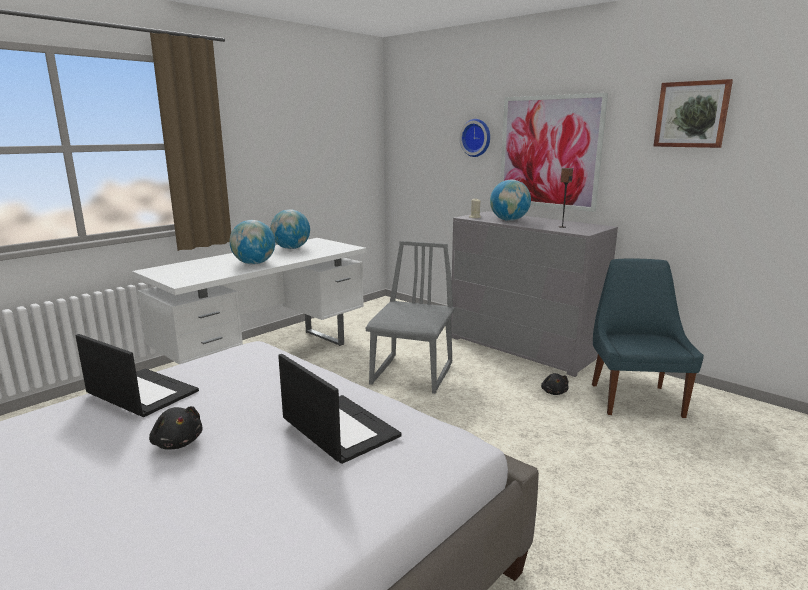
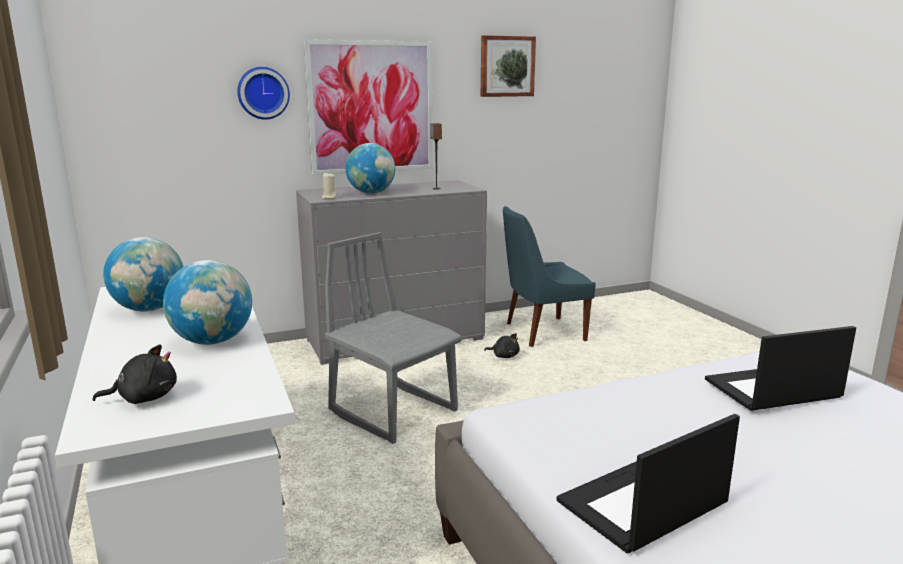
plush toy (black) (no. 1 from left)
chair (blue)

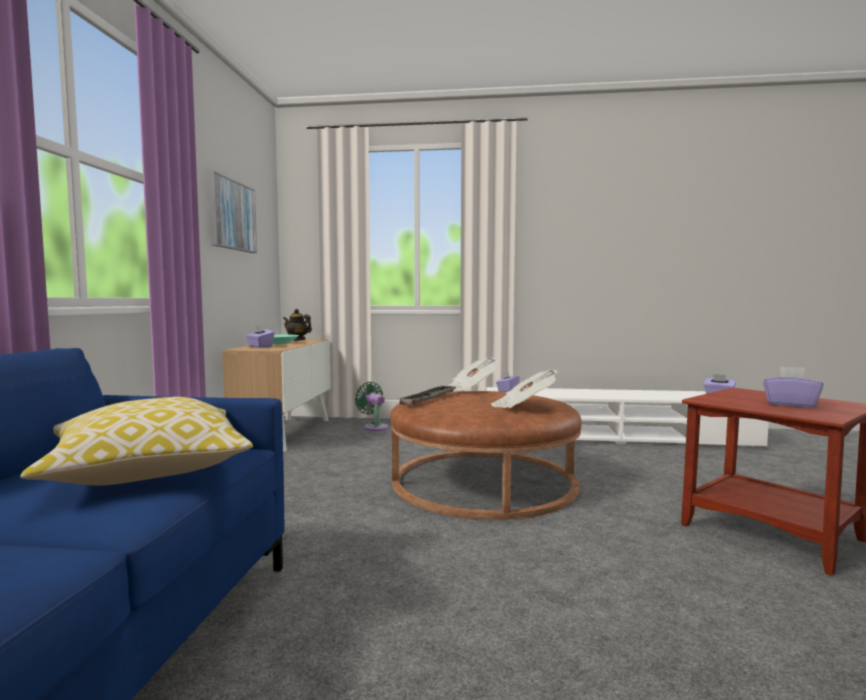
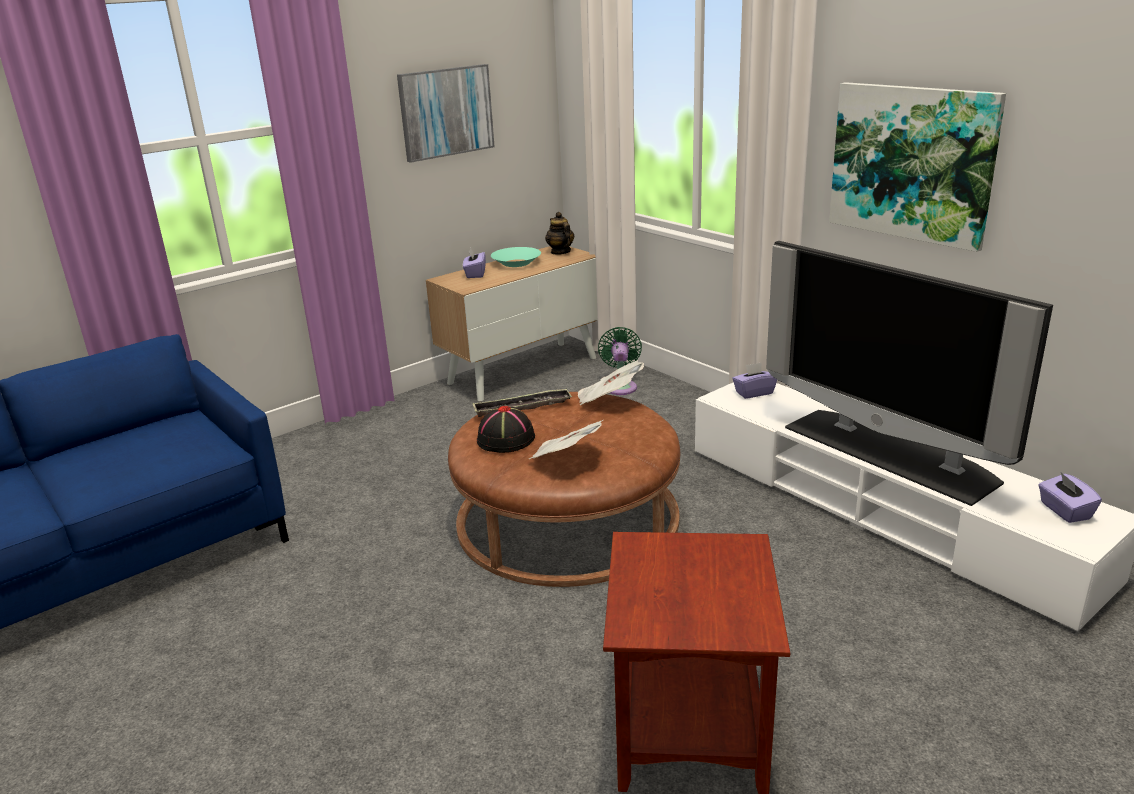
hat (black)
television
picture (no. 2 from left)
pillow
tissue box (purple) (no. 4 from left in the first image)

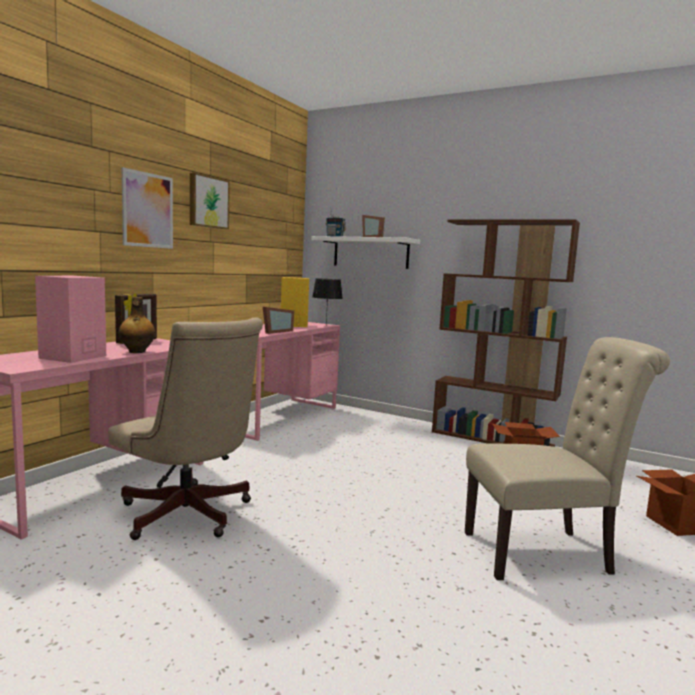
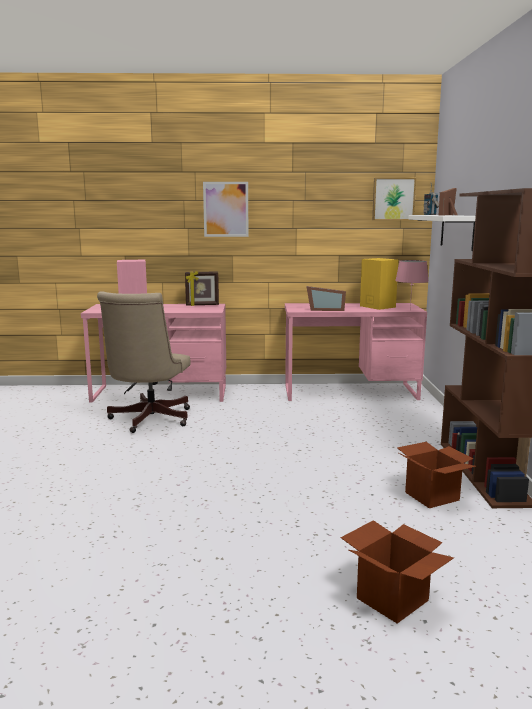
picture (no. 2 from left)
table lamp (pink)
bottle
chair (beige)

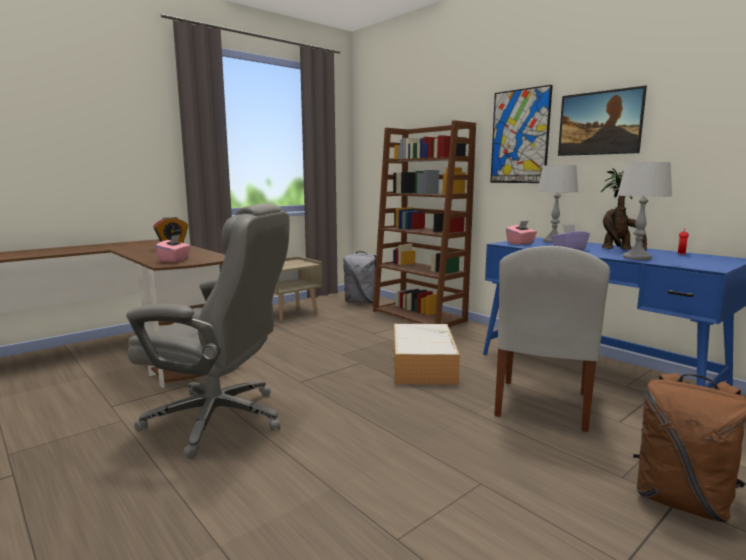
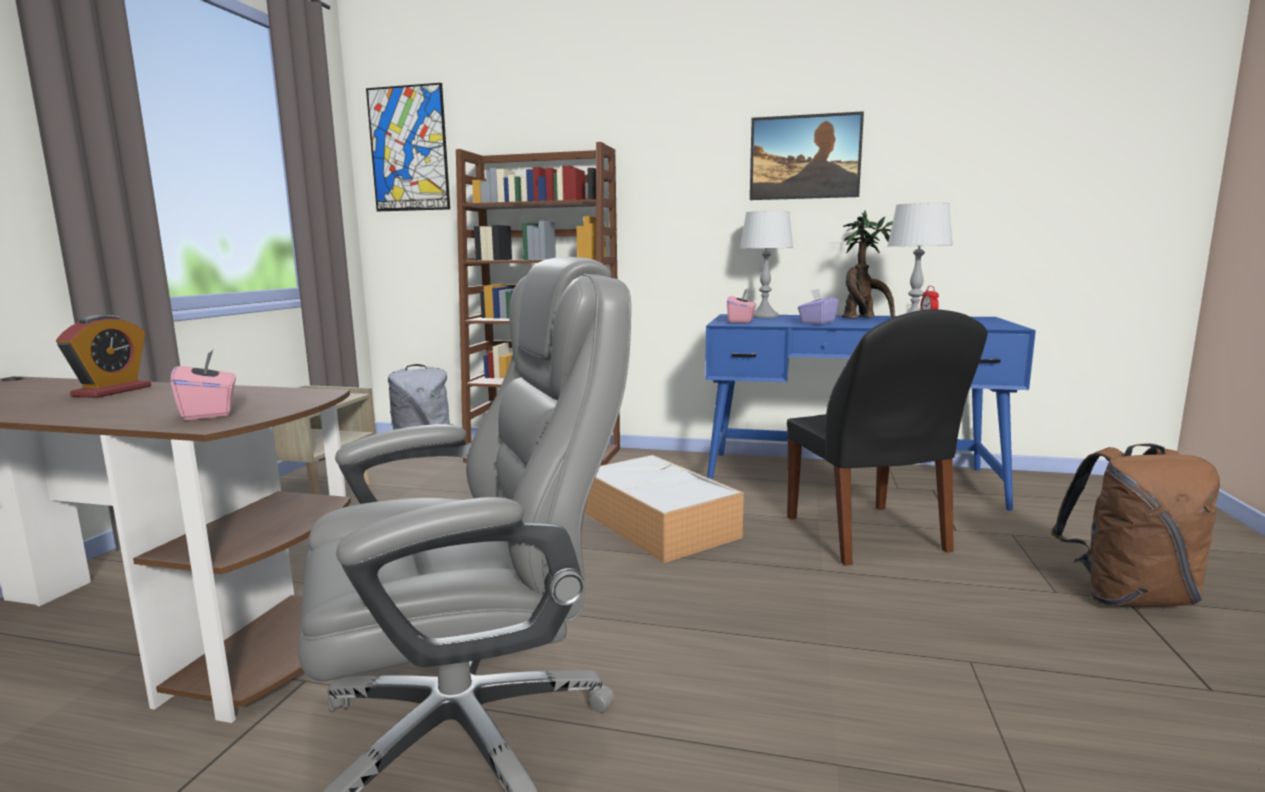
picture (no. 1 from left)
chair (black)

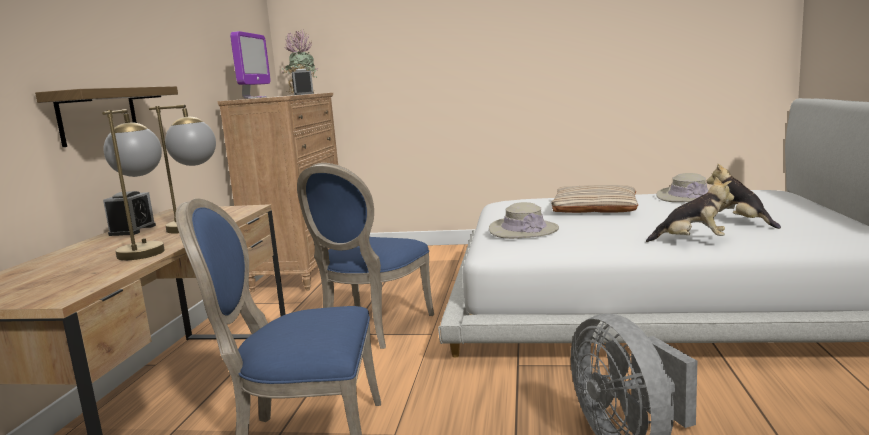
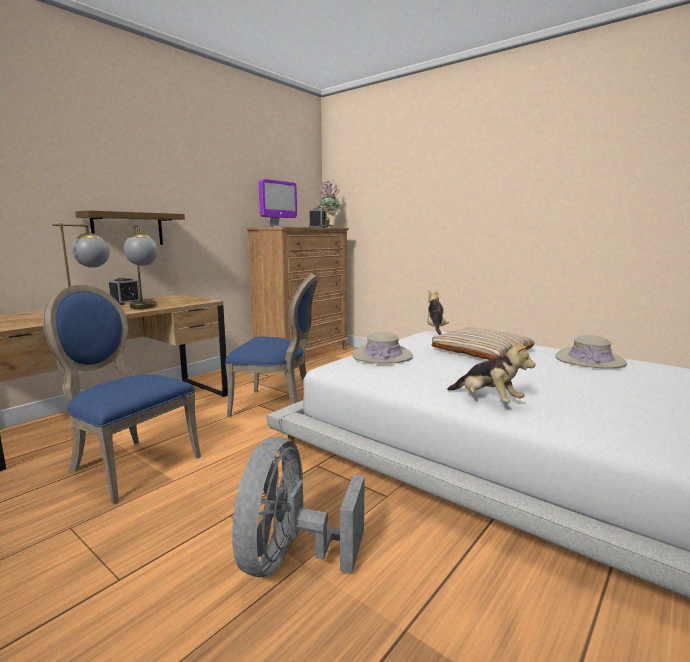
chair (blue) (no. 2 from left)
plush toy (no. 1 from left)

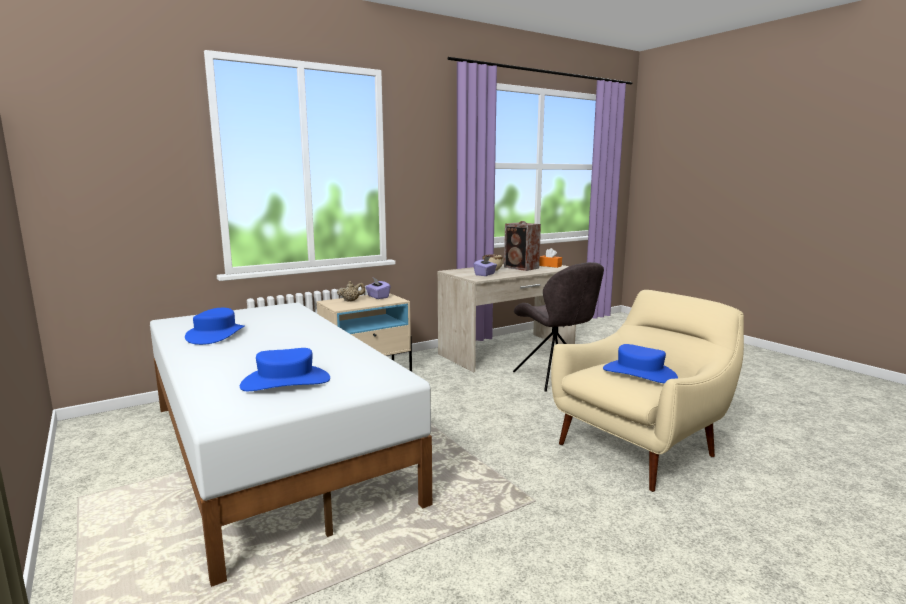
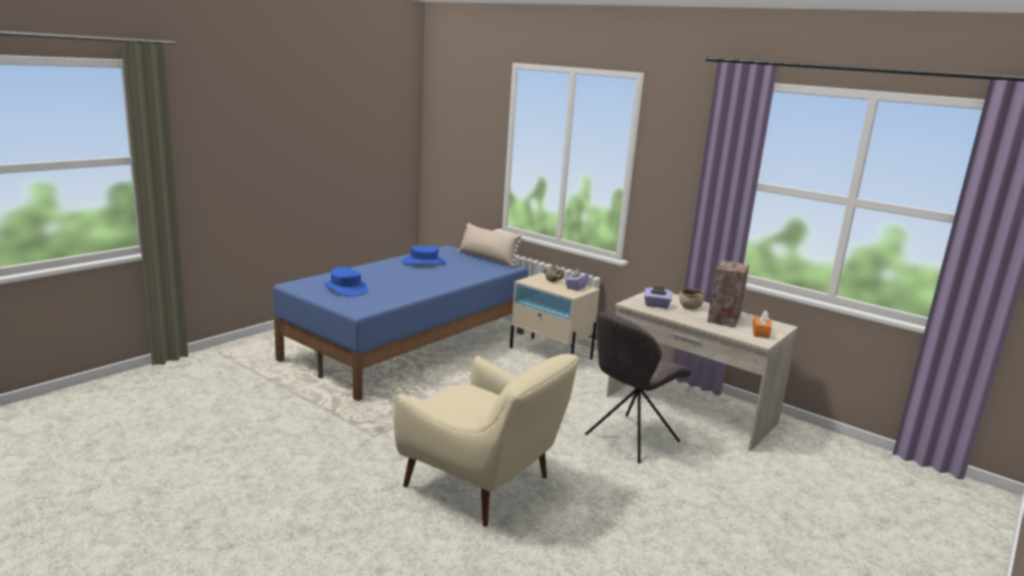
bed (blue)
pillow (beige)
hat (blue) (no. 3 from left in the first image)

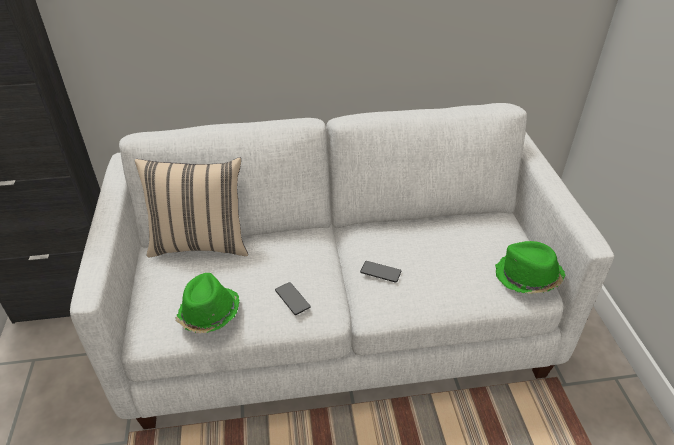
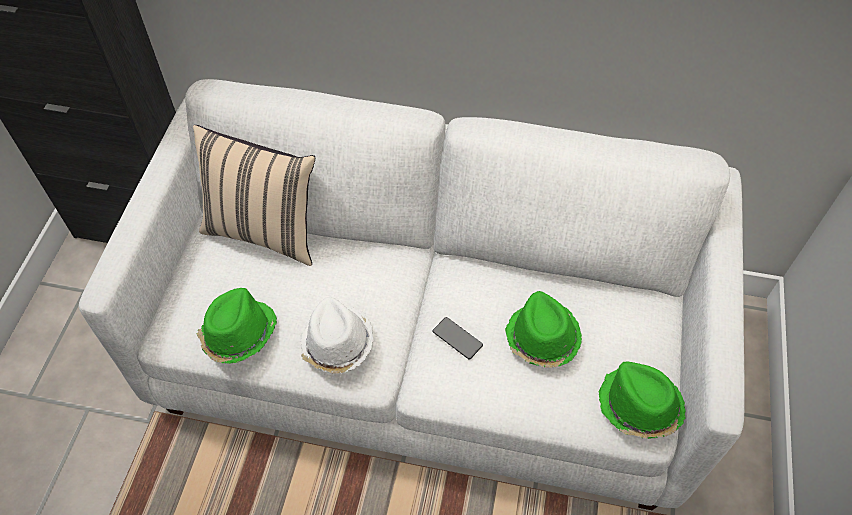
hat (white)
hat (green) (no. 2 from left)

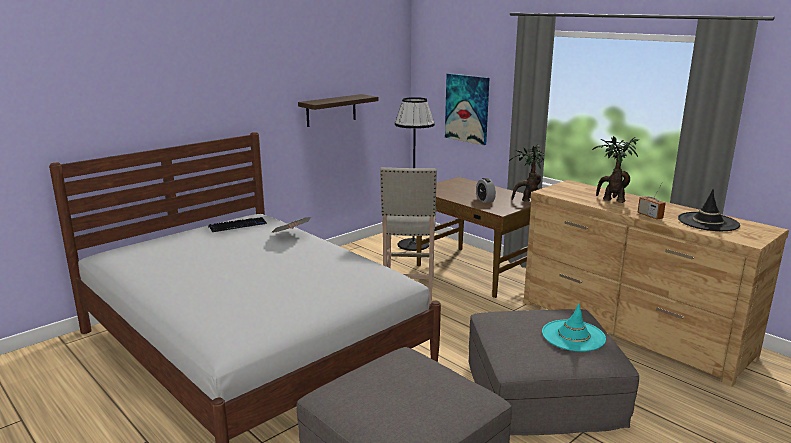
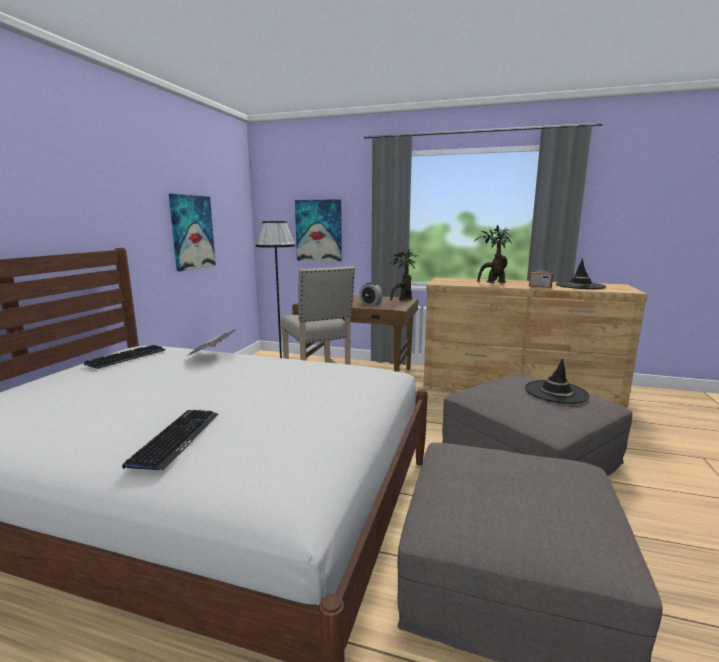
keyboard (no. 2 from left)
picture (no. 1 from left)
hat (black) (no. 1 from left)

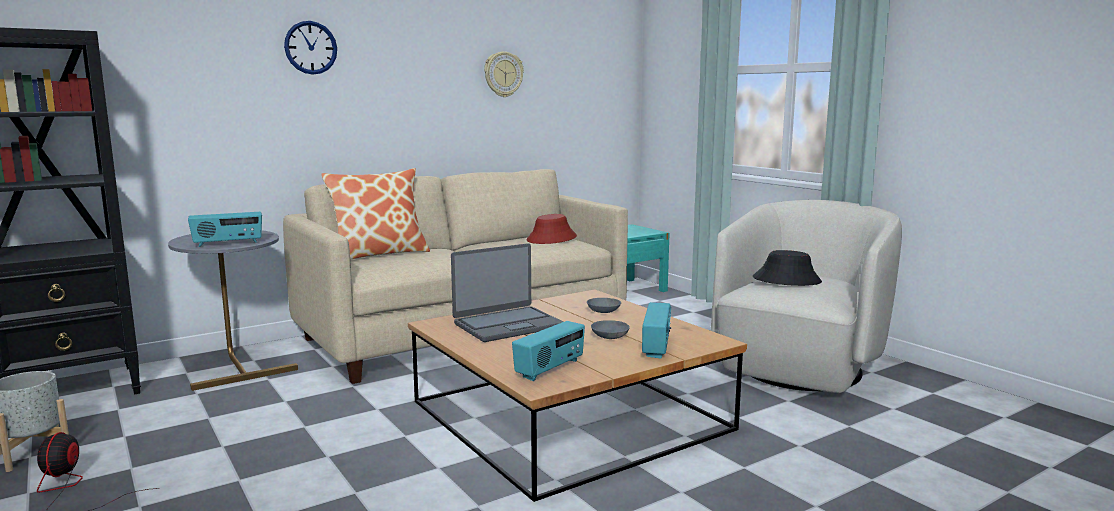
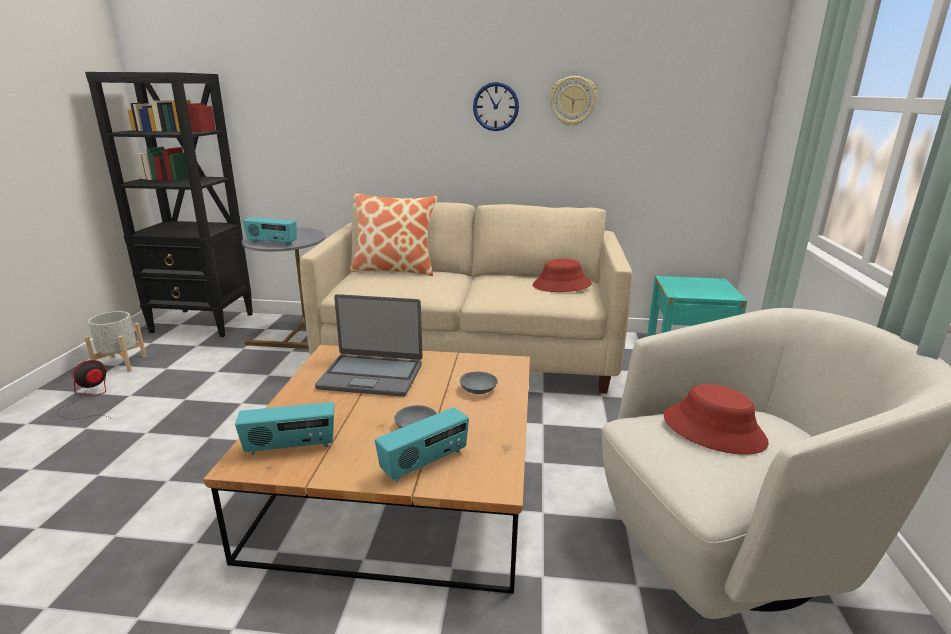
wall clock (no. 1 from left)
hat (red) (no. 2 from left)

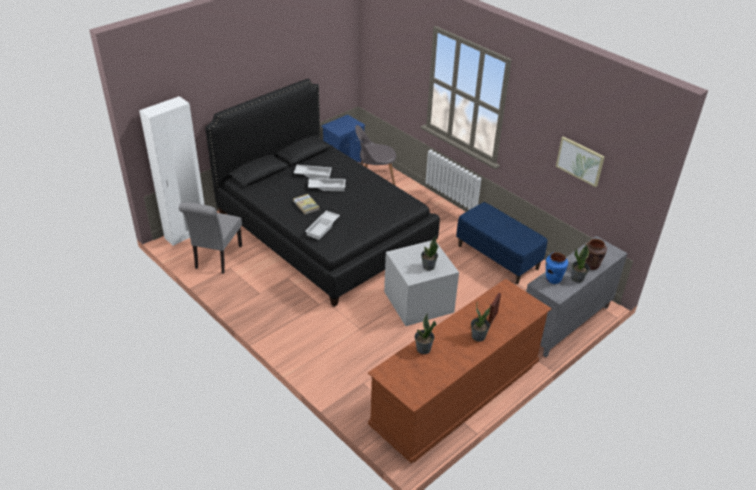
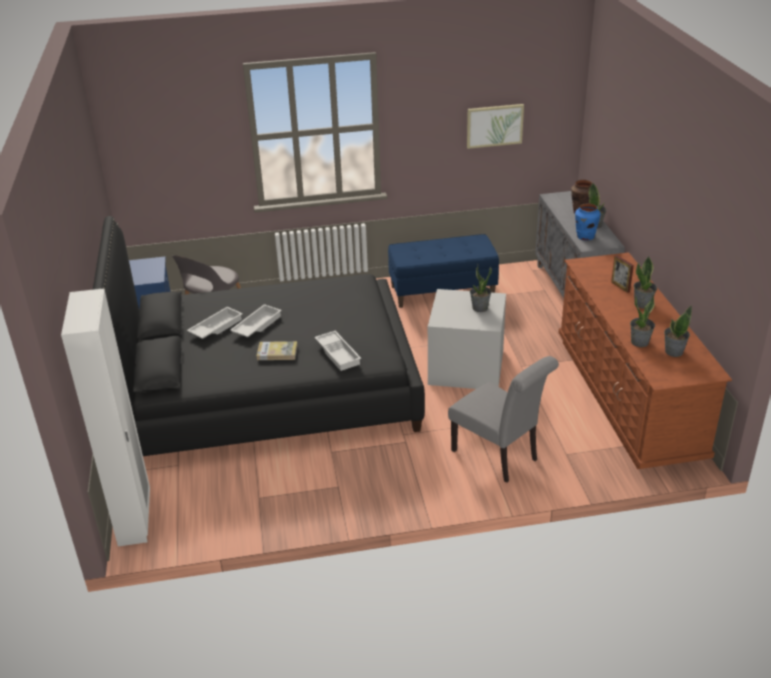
chair (grey) (no. 2 from left)
potted plant (no. 5 from left)

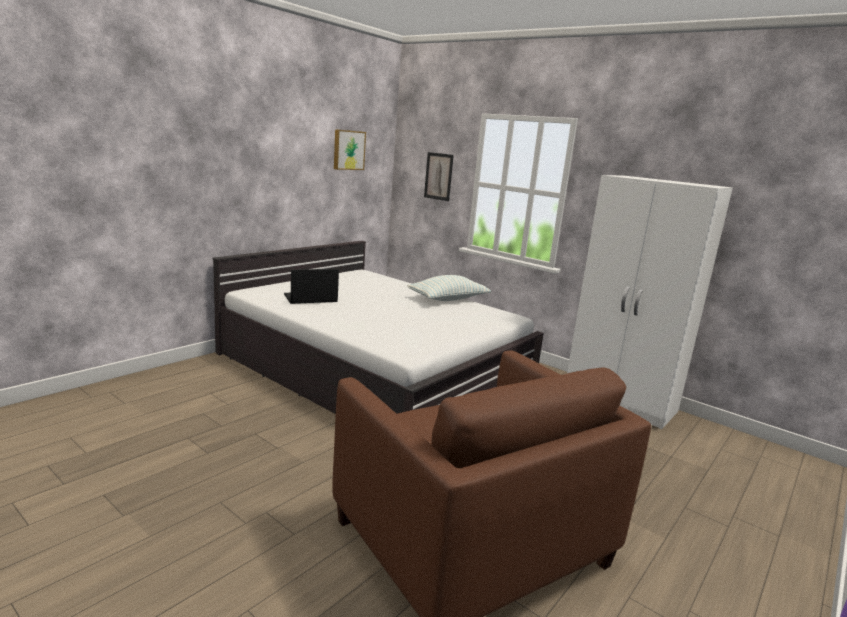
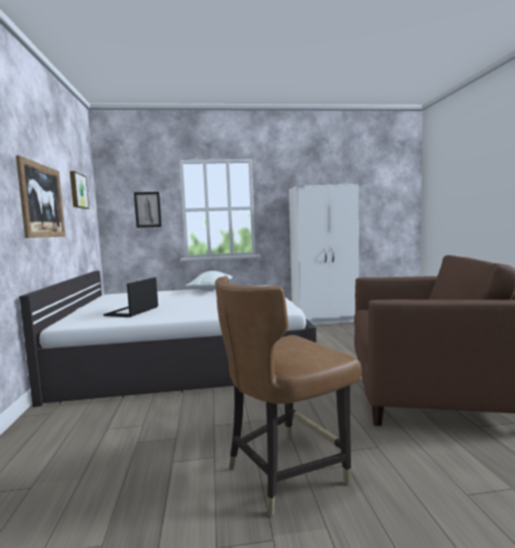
picture (no. 1 from left)
chair (brown)

